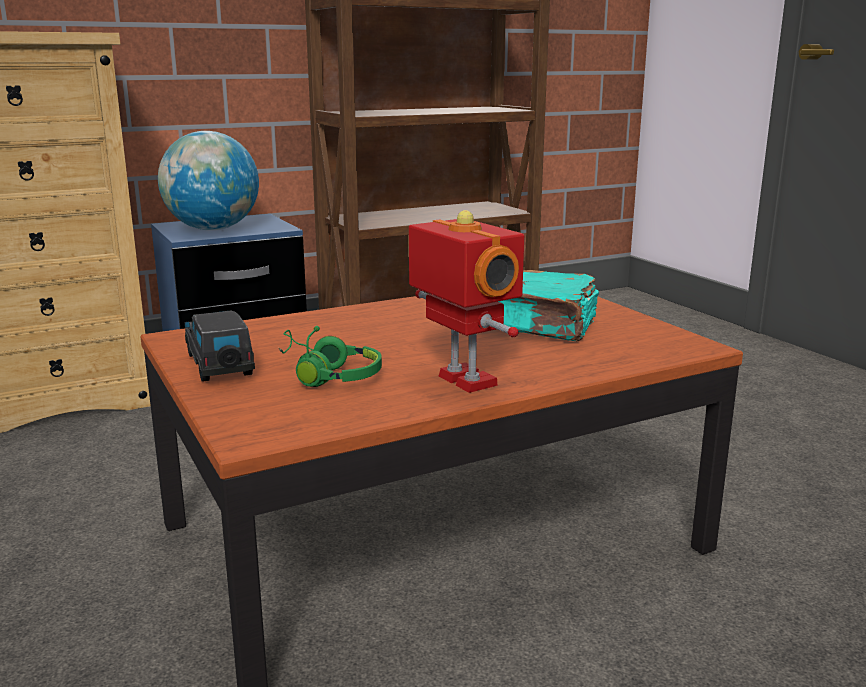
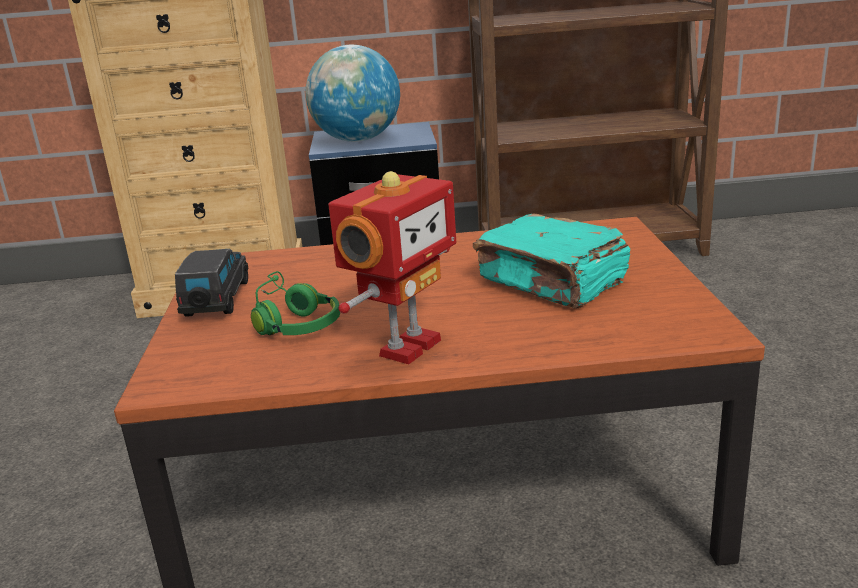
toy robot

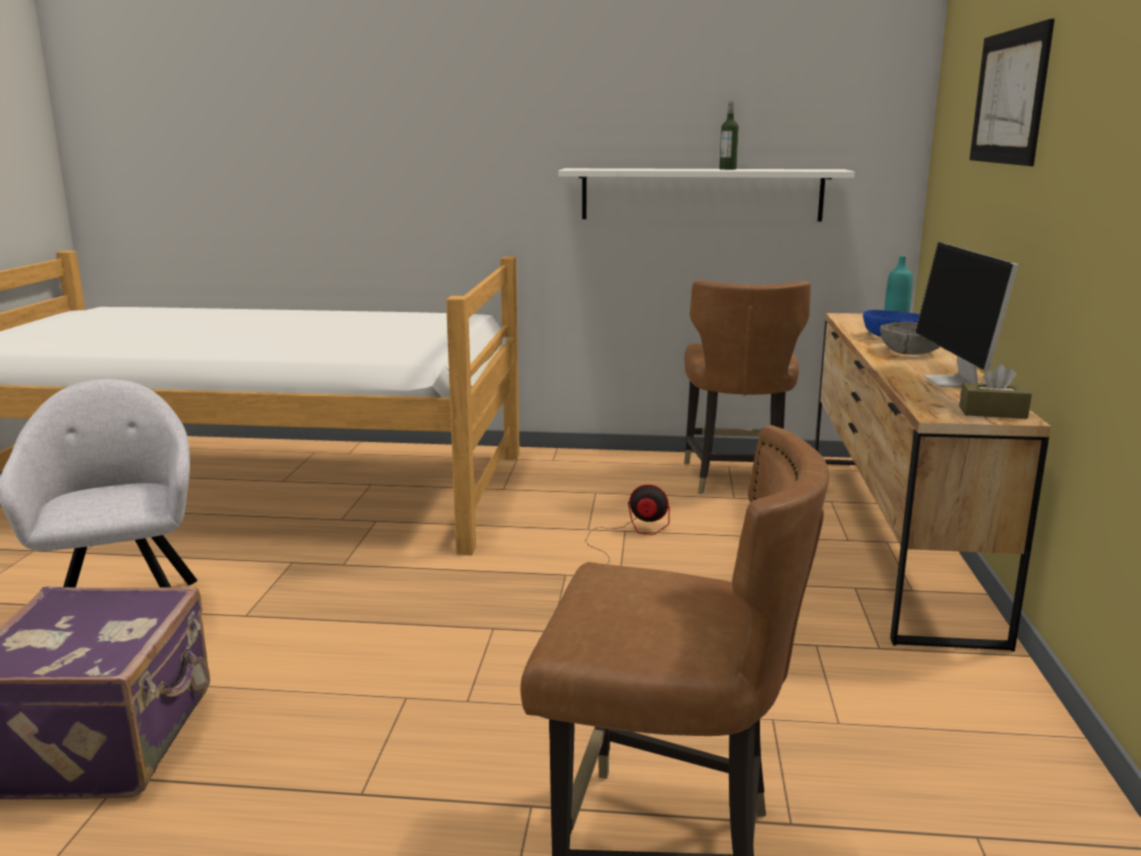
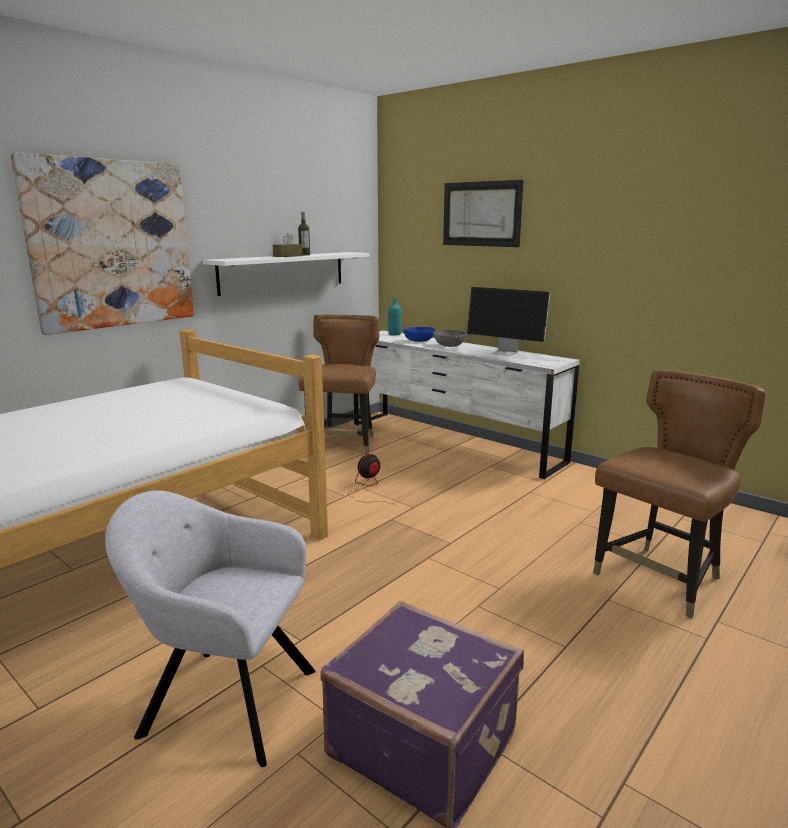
picture (no. 1 from left)
tissue box (brown)
chair (brown) (no. 1 from left)
dresser (white)

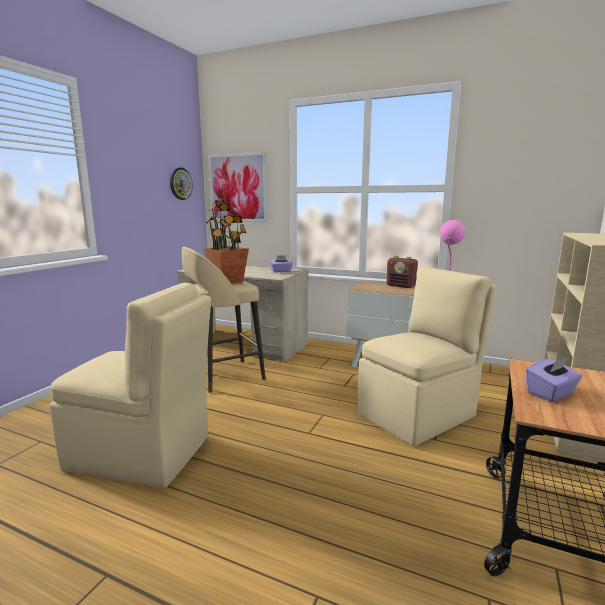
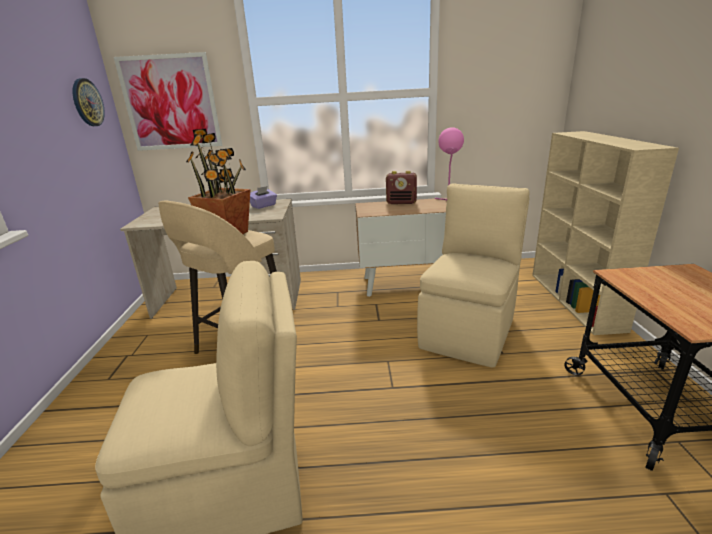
tissue box (purple) (no. 2 from left in the first image)

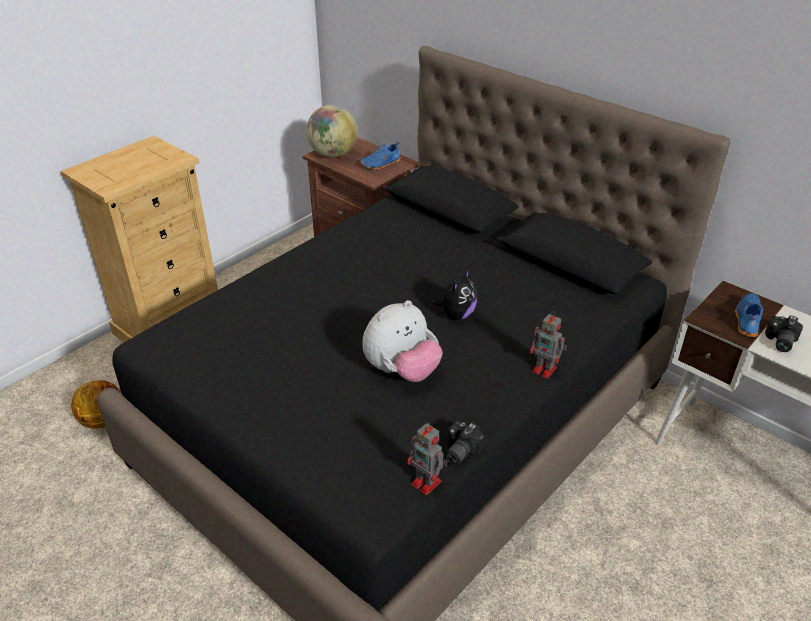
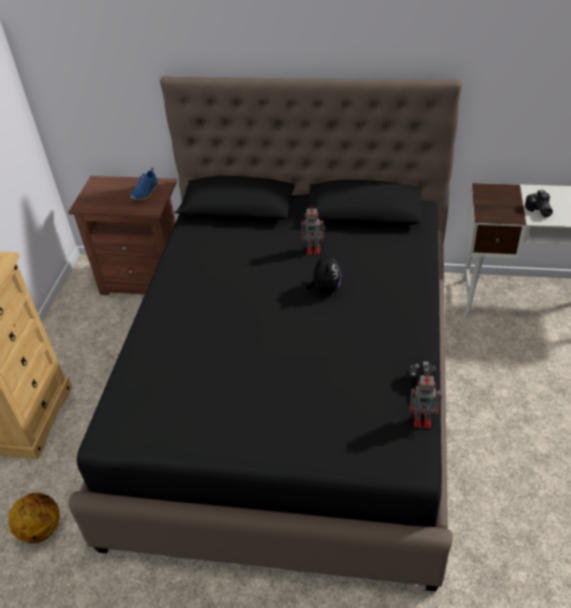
toy robot (no. 1 from left)
globe
plush toy (no. 1 from left in the first image)
shoe (blue) (no. 2 from left in the first image)

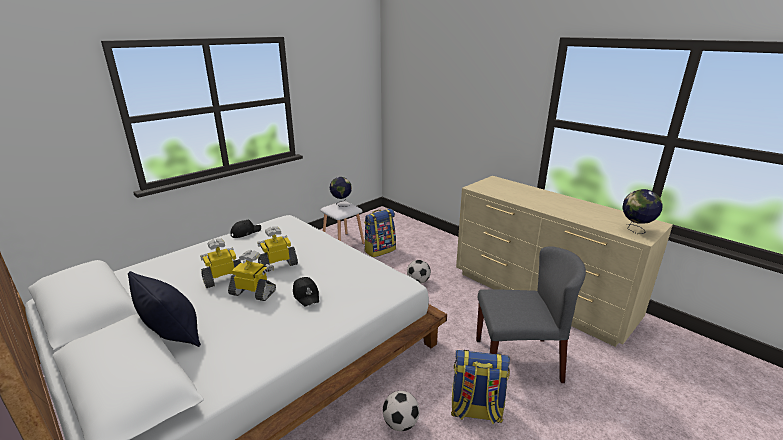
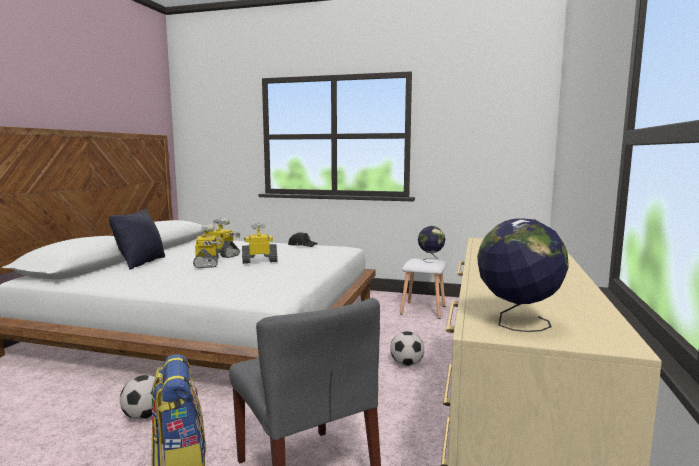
toy robot (no. 3 from left)
cap (black) (no. 2 from left in the first image)
backpack (no. 1 from left in the first image)

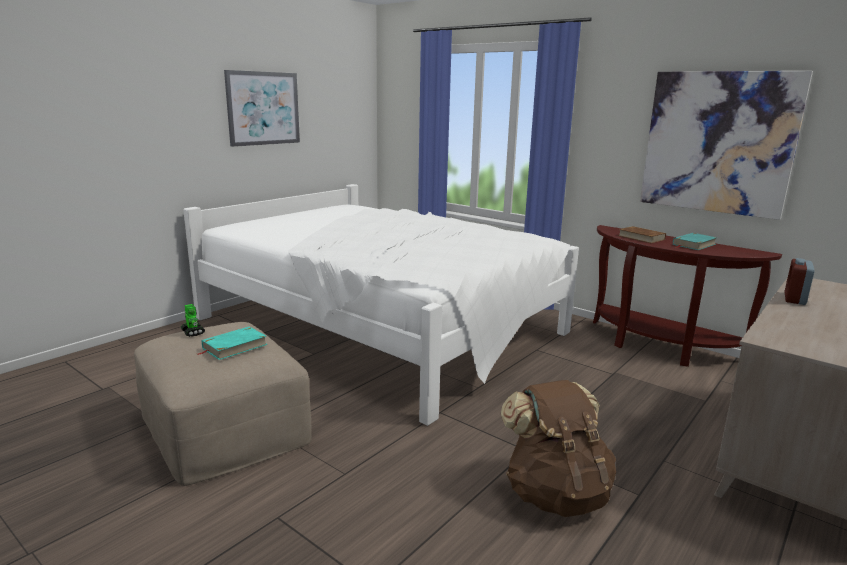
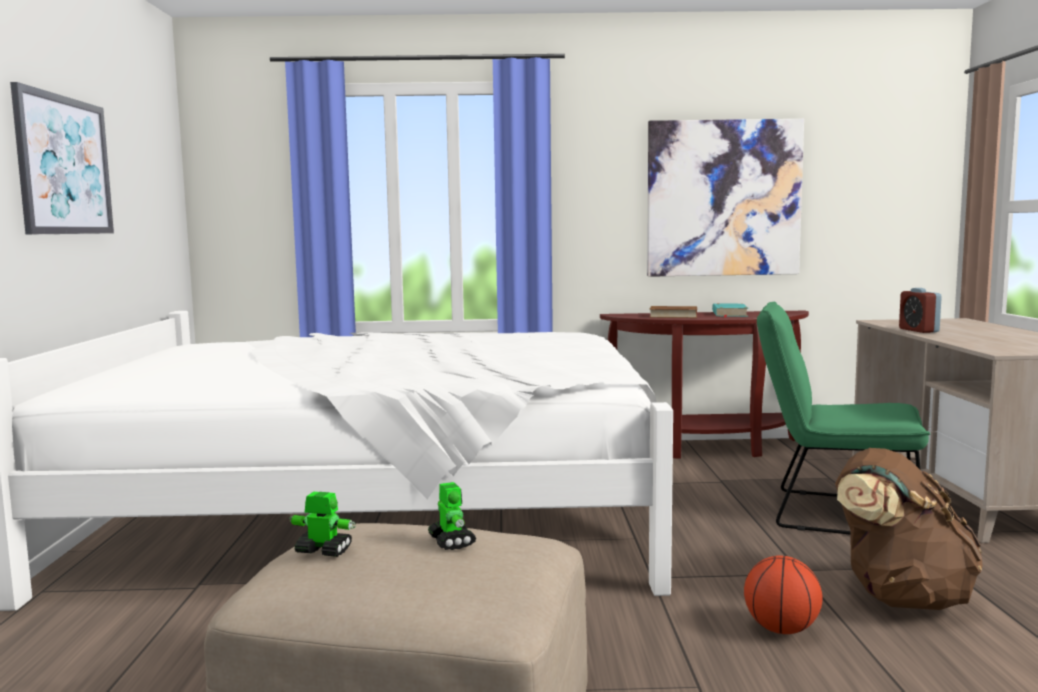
toy robot (no. 2 from left)
basketball
chair (green)

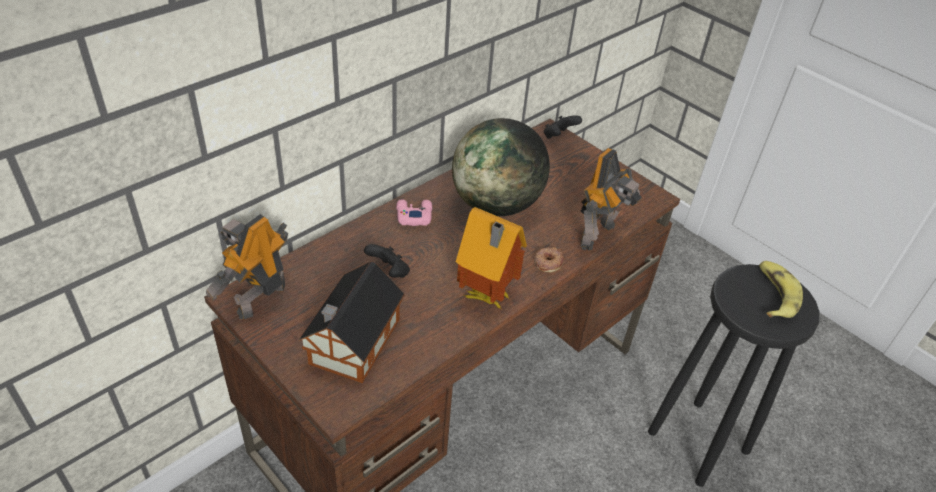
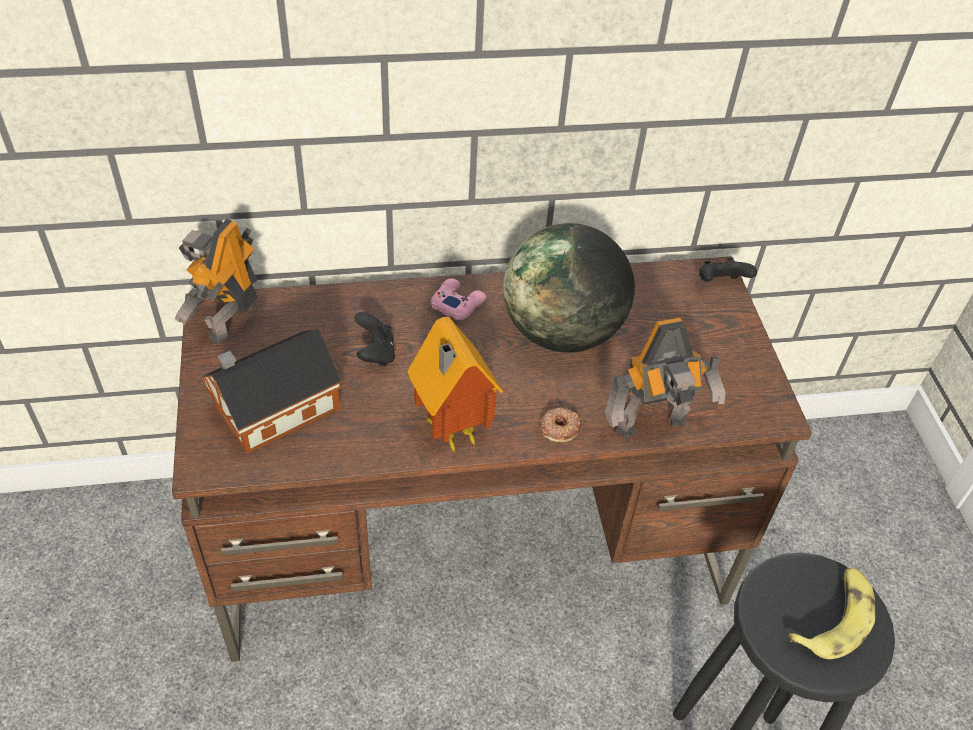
toy robot (no. 1 from left)

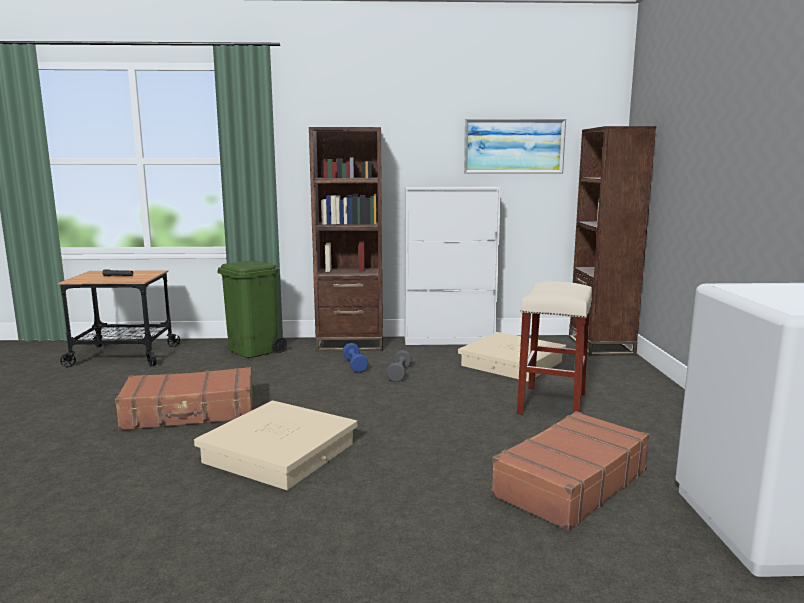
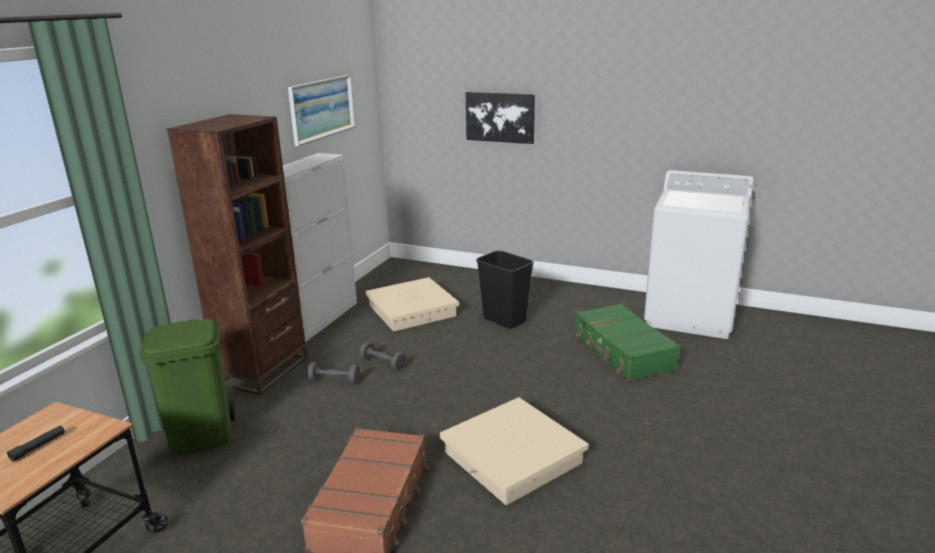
dumbbell (grey) (no. 1 from left)
picture (no. 2 from left)
trash can (black)
suitcase (green)
bookcase (brown) (no. 2 from left in the first image)

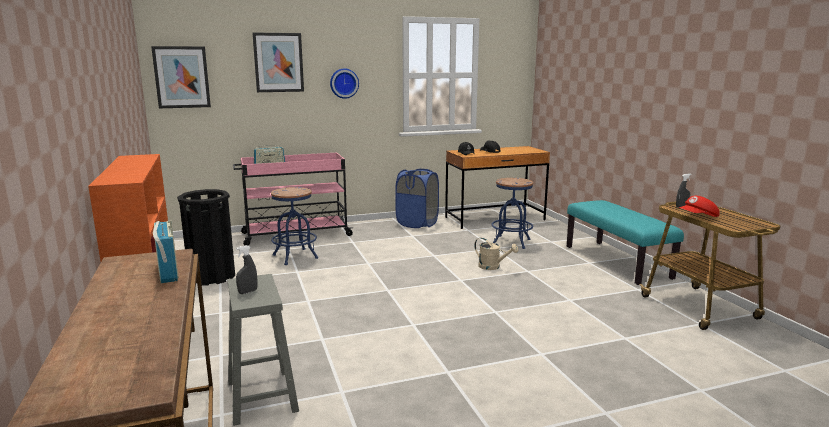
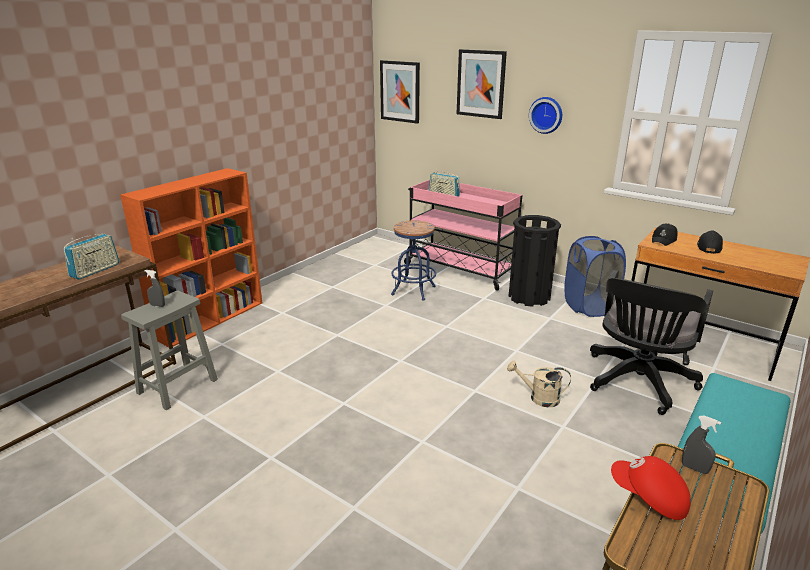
watering can (beige)
trash can (black)
office chair (black)

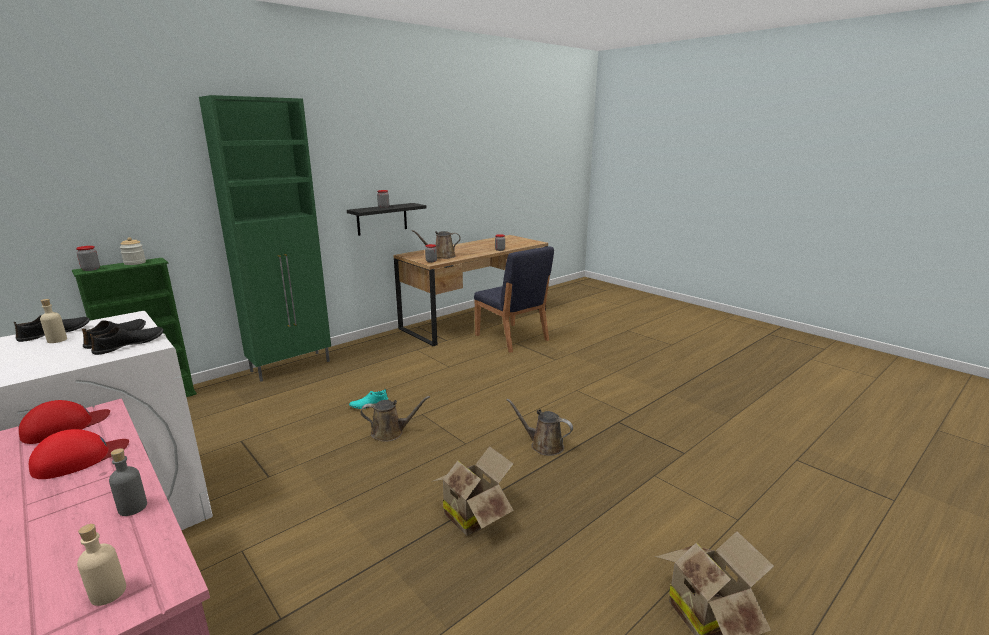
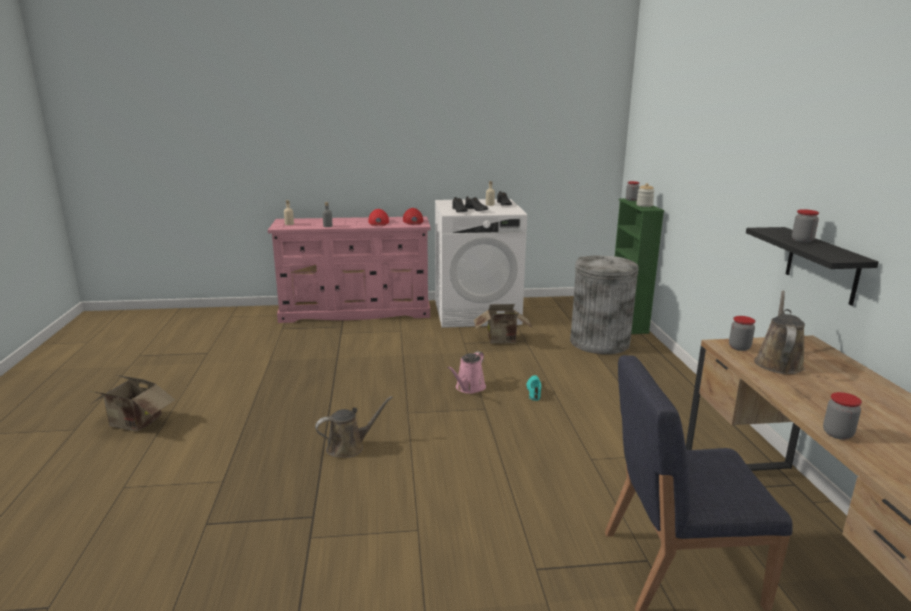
watering can (pink)
cardboard box (no. 2 from left)
trash can (grey)
cabinet (green)

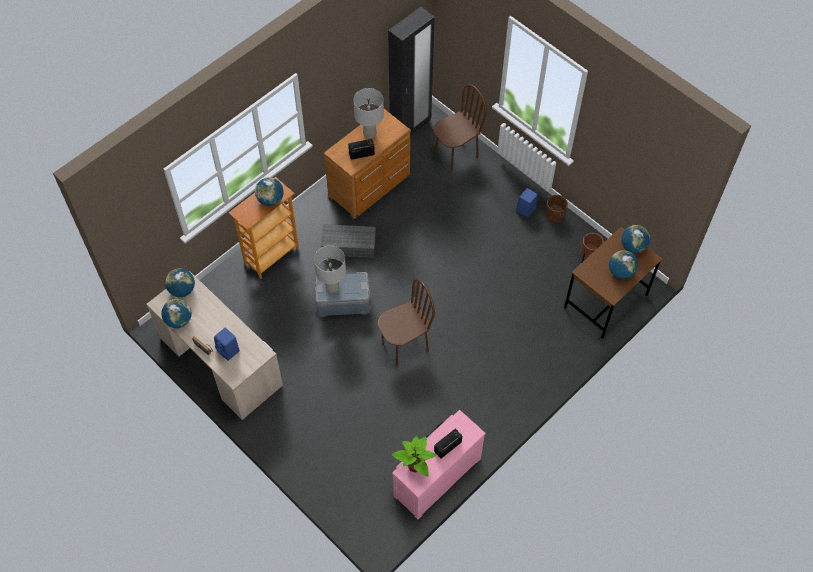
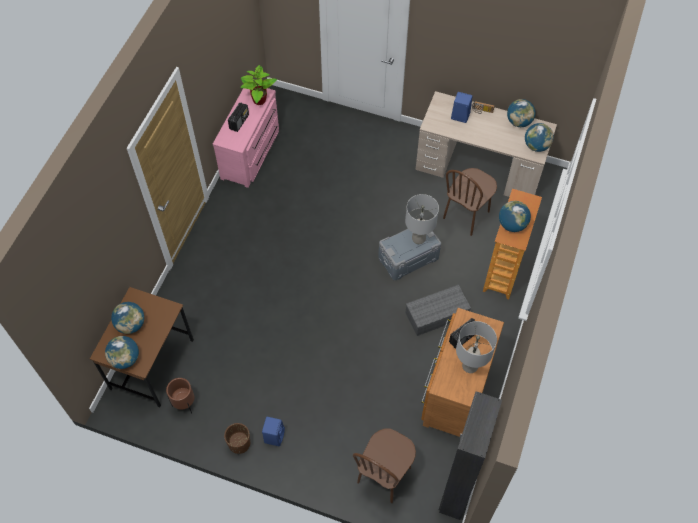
chair (brown) (no. 2 from left)

